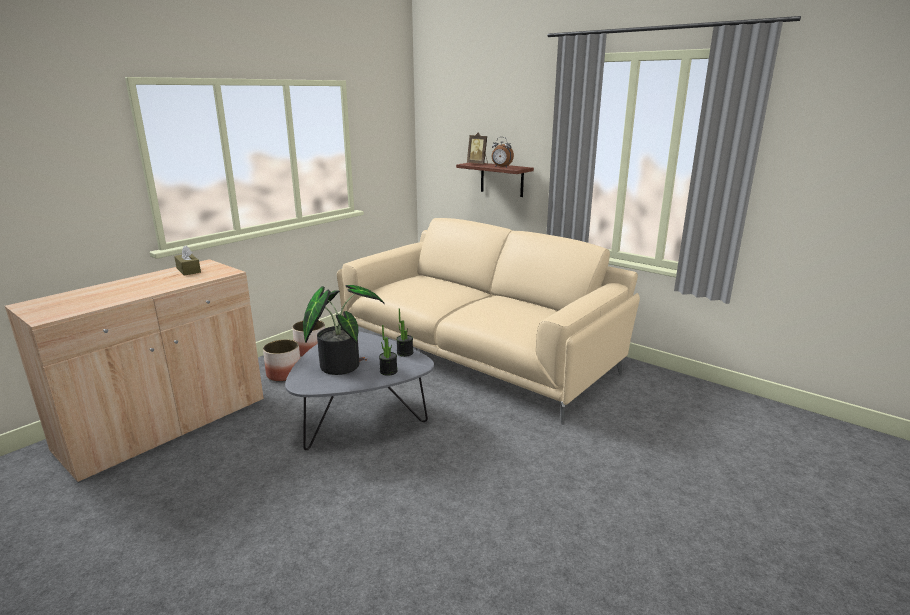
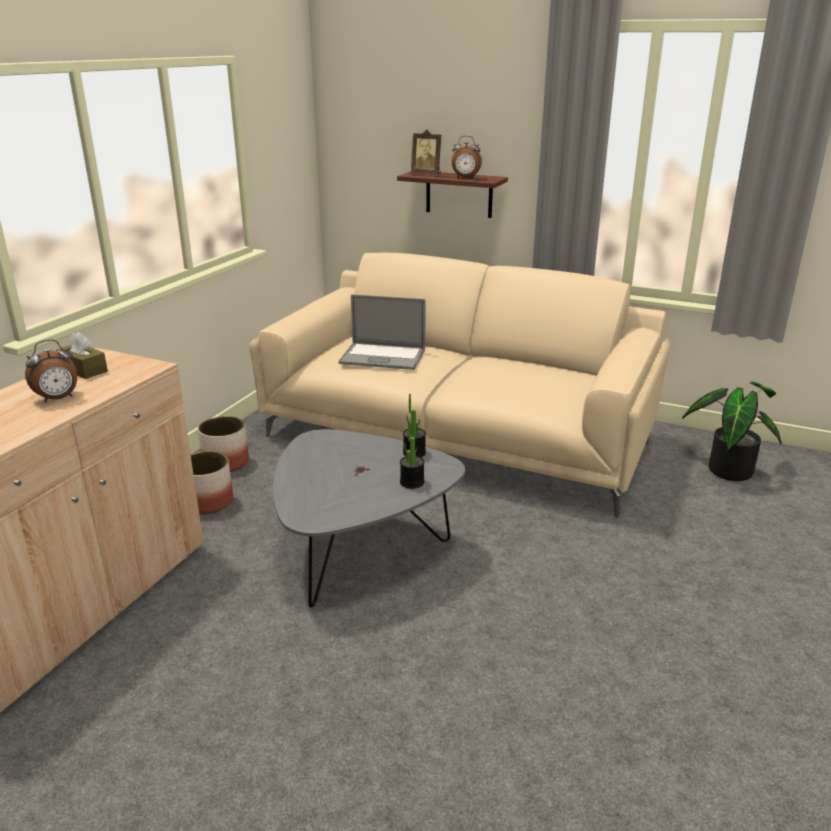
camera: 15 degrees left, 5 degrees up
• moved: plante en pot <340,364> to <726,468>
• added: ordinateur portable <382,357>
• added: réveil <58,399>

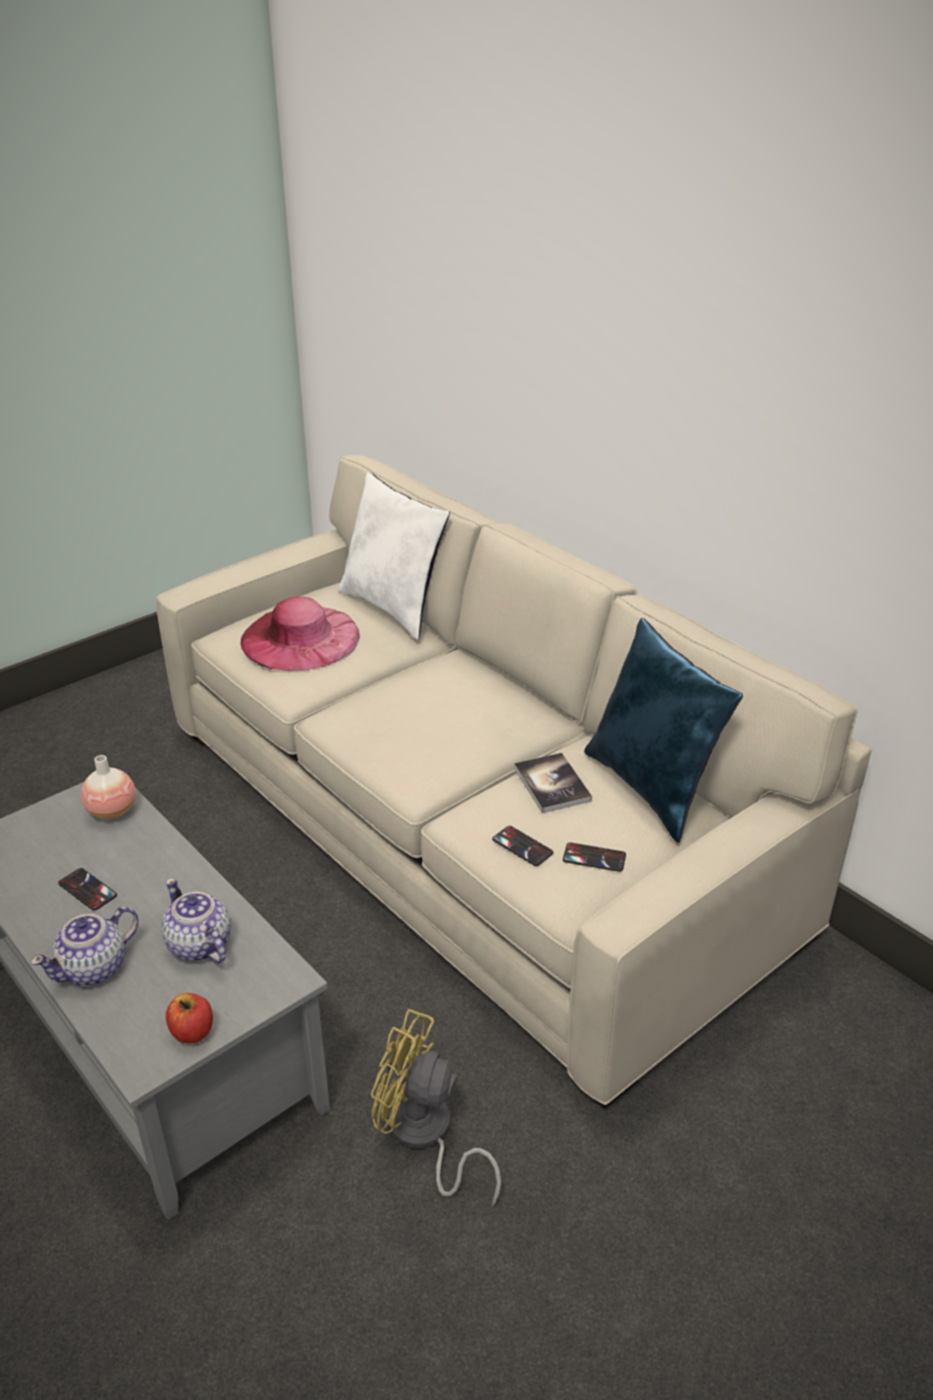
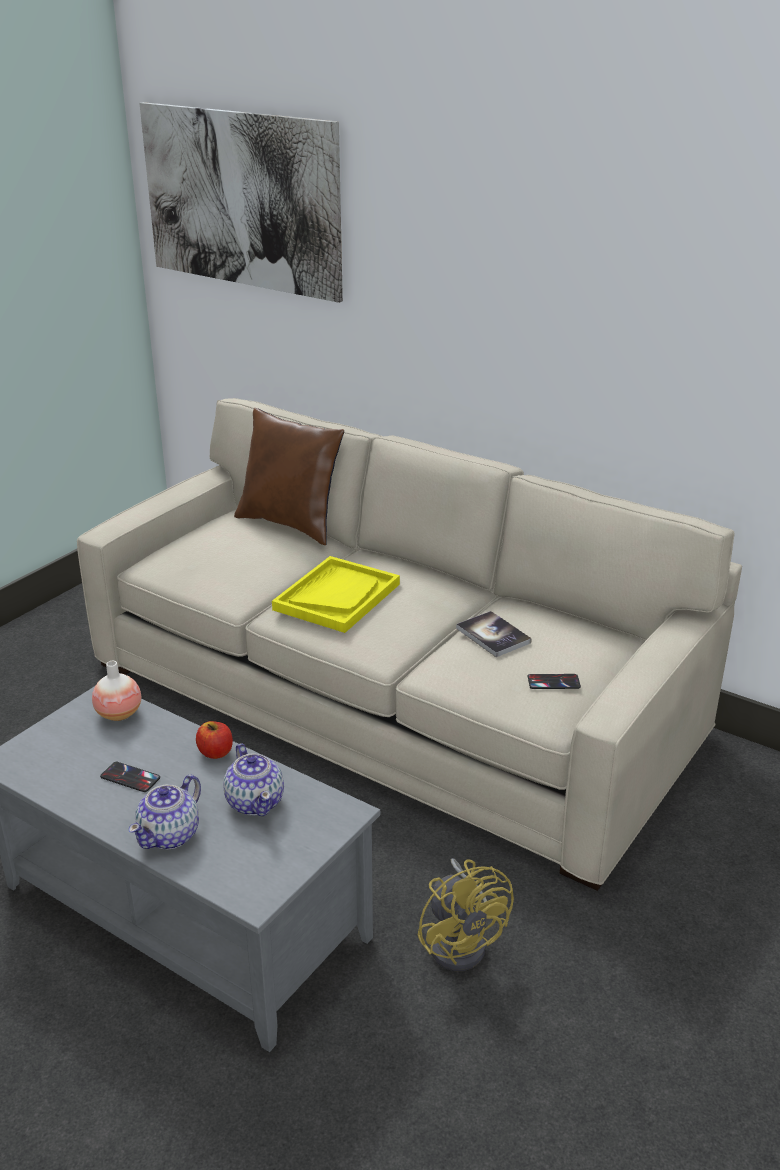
camera: 15 degrees left, 5 degrees down
• recoloured: coussin [blanc] <394,608> to coussin [marron] <291,524>
• removed: chapeau [rose] <300,638>
• removed: coussin [bleu] <652,788>
• removed: téléphone <522,846>
• turned: théière <199,945> = <255,801> 150 degrees counterclockwise
• moved: pomme <192,1032> to <215,752>
• turned: ventilateur [jaune] <425,1136> = <462,941> 120 degrees counterclockwise
• added: tableau <241,200>
• added: plateau [jaune] <337,596>

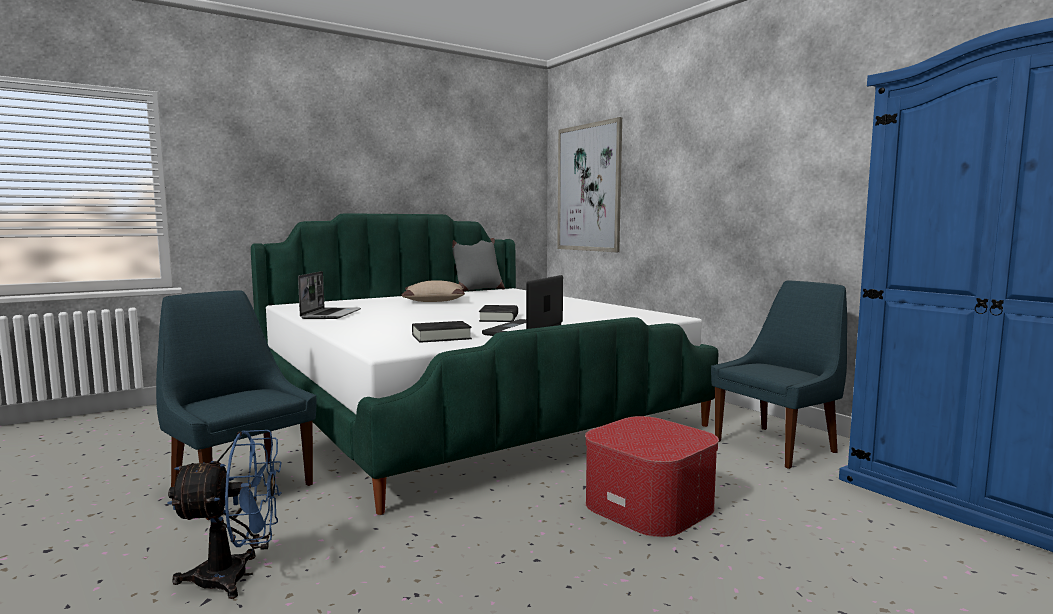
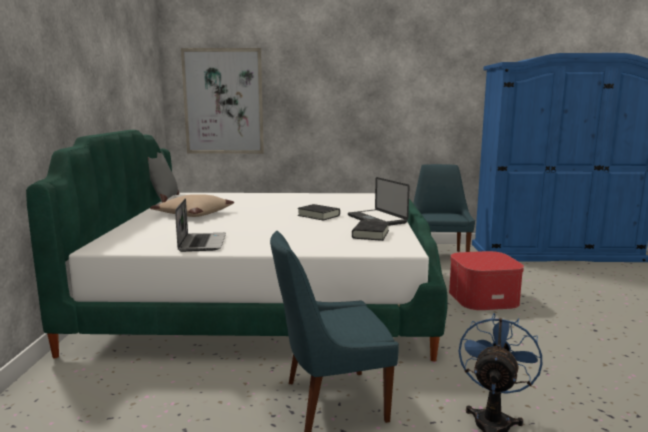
camera: 55 degrees left, 5 degrees up
• turned: ordinateur portable <330,314> = <202,243> 45 degrees clockwise

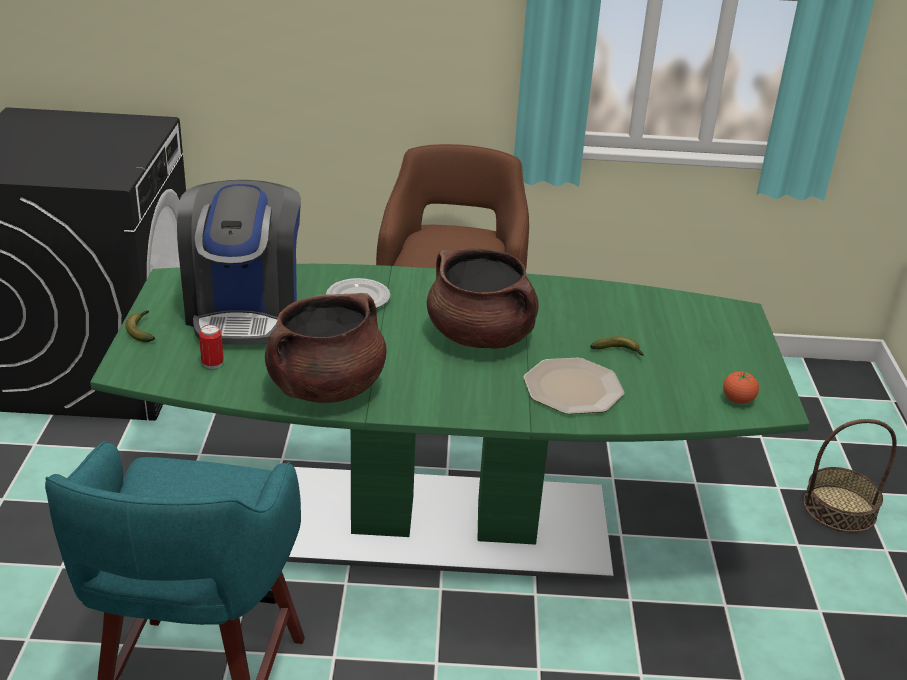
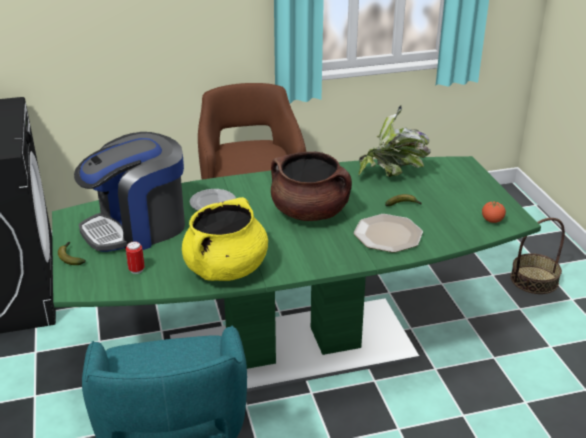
camera: 15 degrees left, 0 degrees up
• turned: machine à café <244,310> = <137,228> 75 degrees clockwise
• recoloured: marmite [marron] <326,388> to marmite [jaune] <226,269>
• added: plante en pot <392,175>

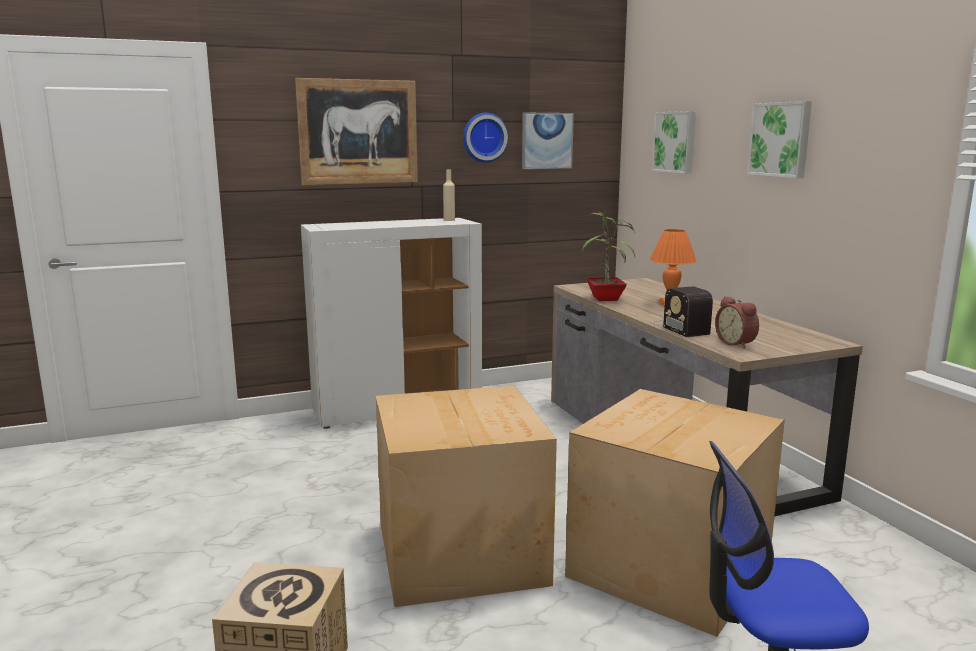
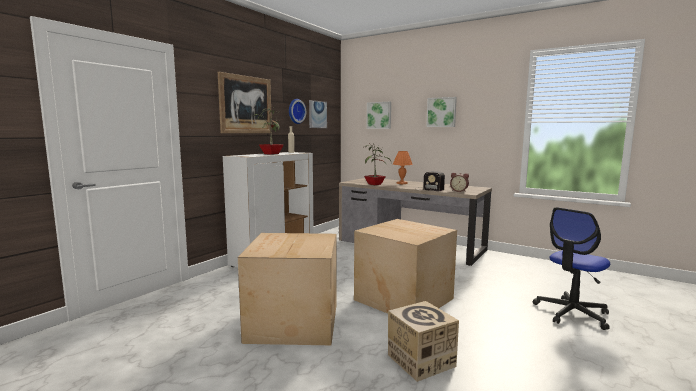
camera: 35 degrees left, 5 degrees down
• moved: carton <666,568> to <292,323>
• added: plante en pot <270,154>

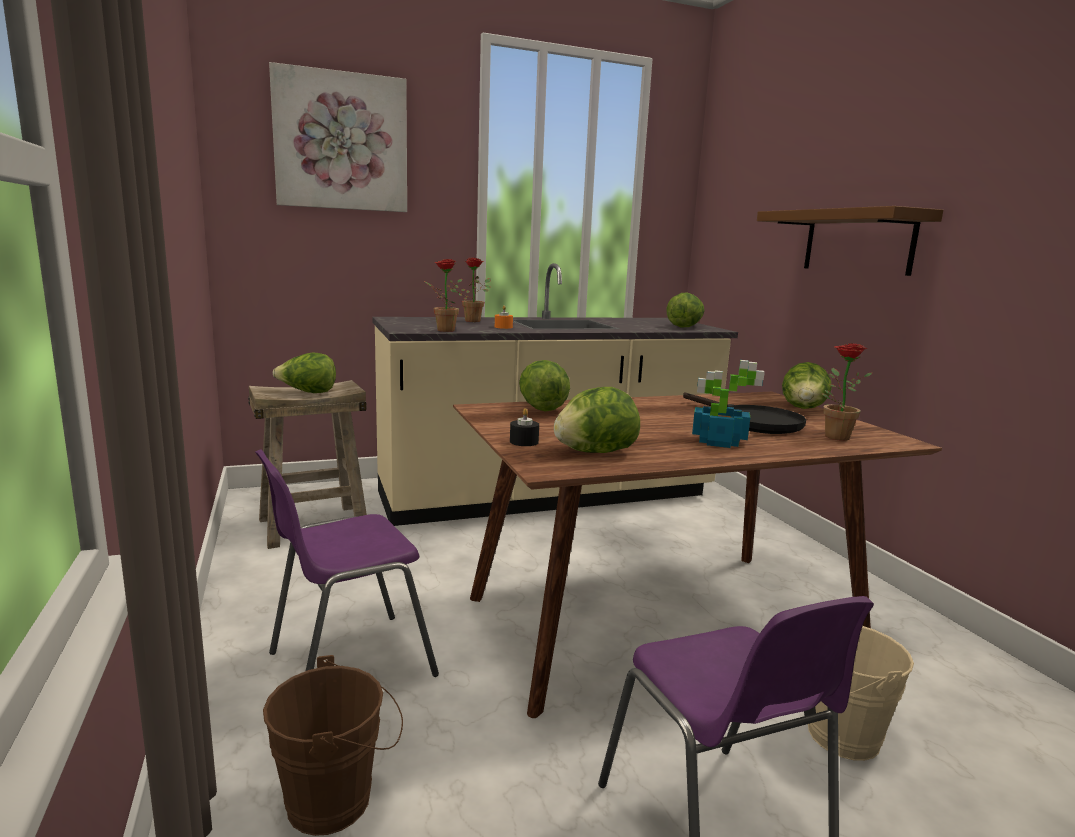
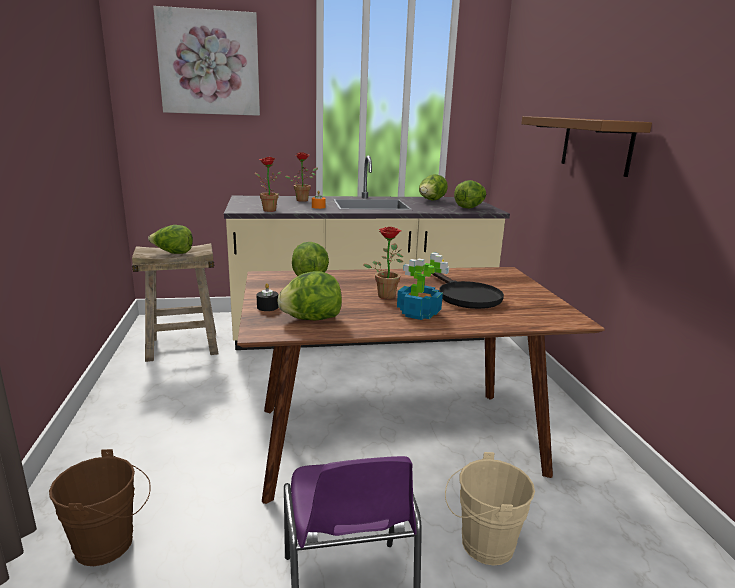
camera: 10 degrees right, 5 degrees up
• moved: plante en pot <833,435> to <386,294>
• moved: laitue <803,410> to <431,201>
• removed: chaise [violet] <347,664>

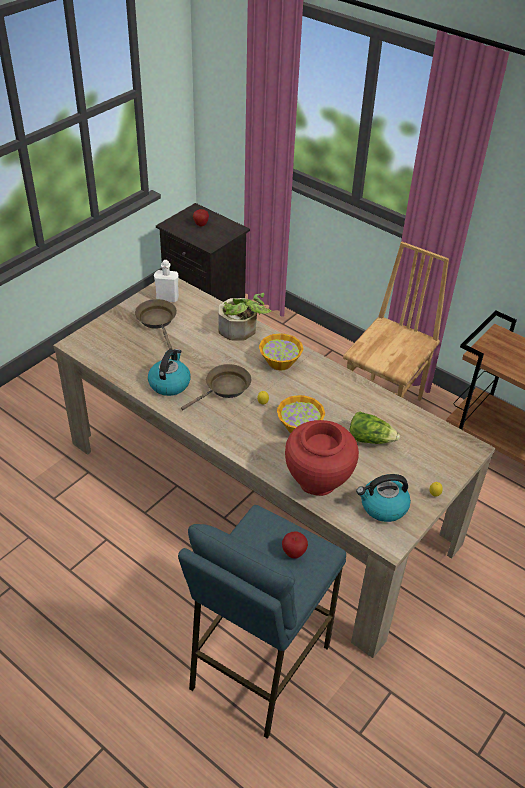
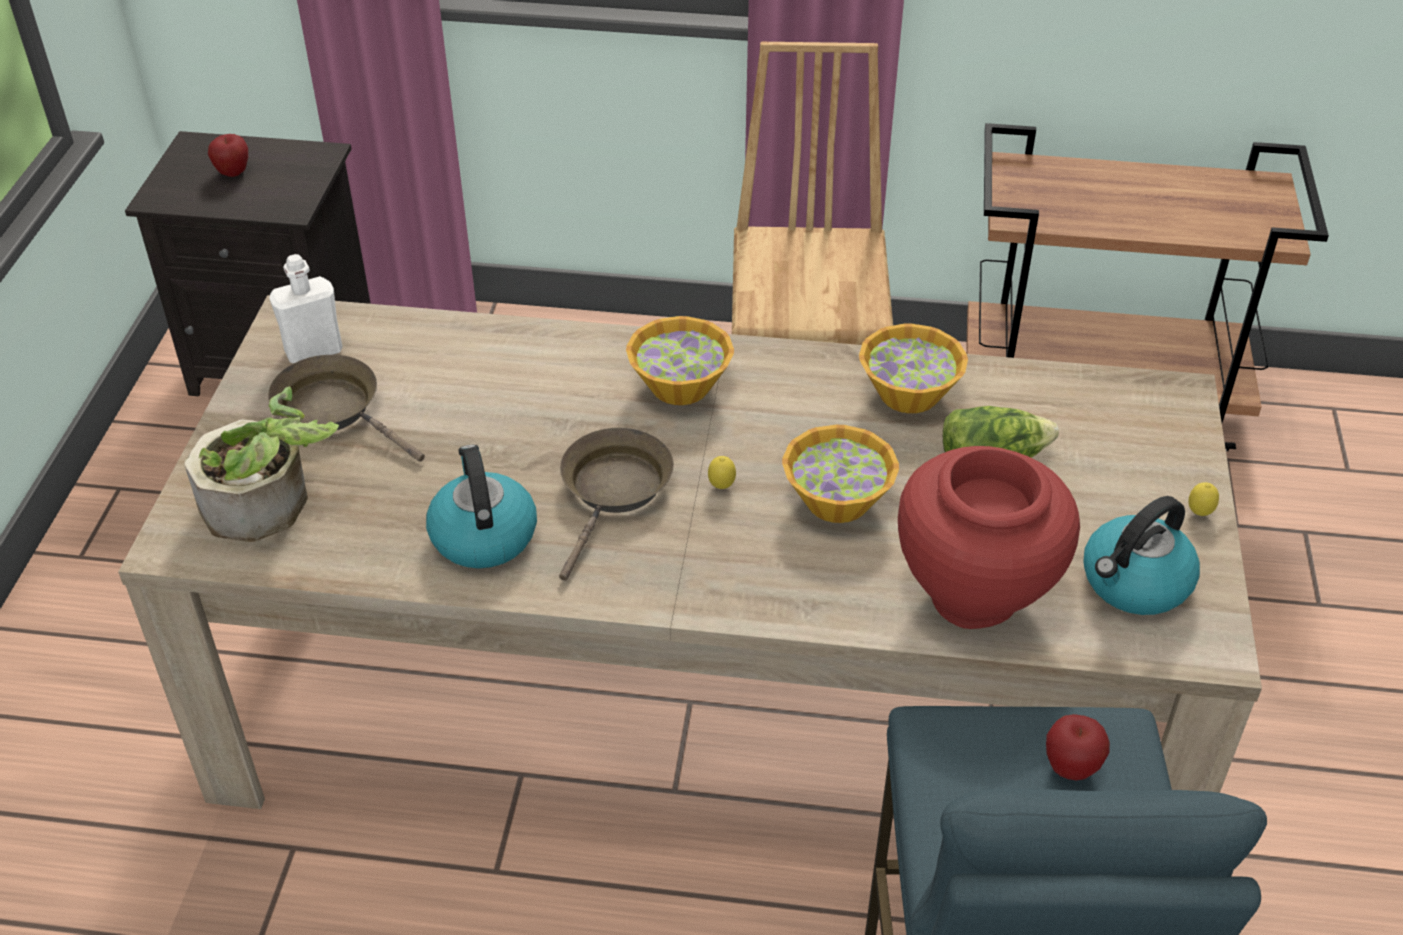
camera: 30 degrees left, 0 degrees up
• moved: plante en pot <241,331> to <270,505>
• added: bol <909,394>

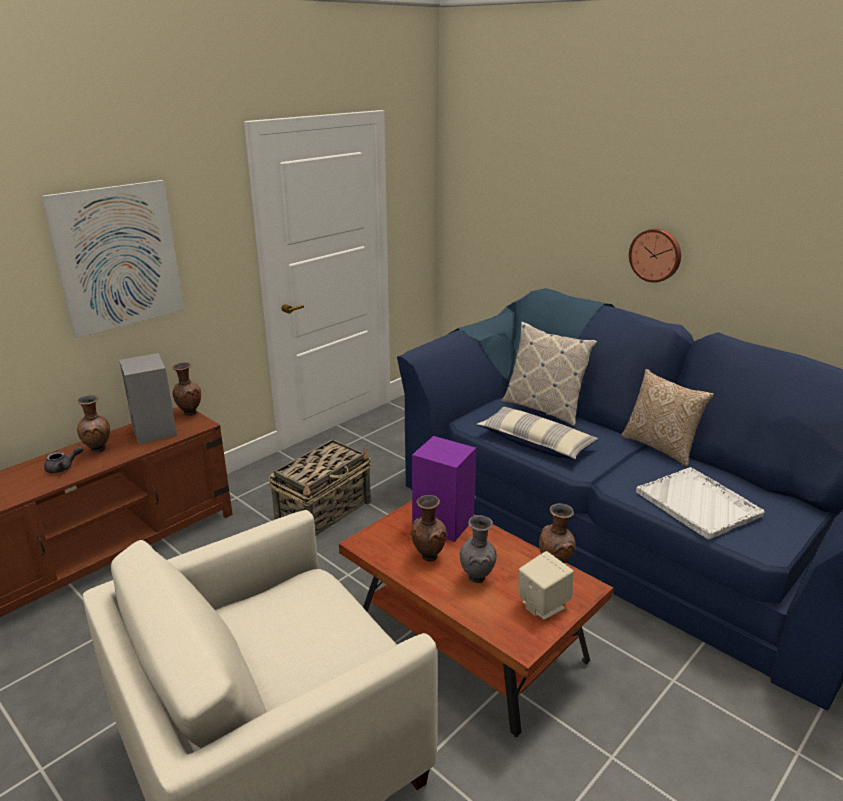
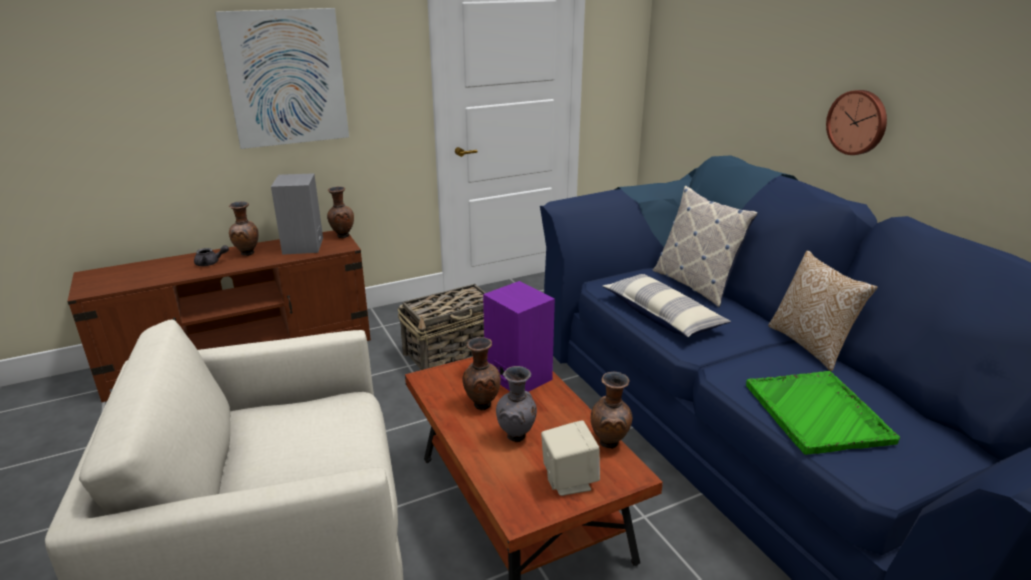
camera: 20 degrees right, 0 degrees up
• recoloured: plateau [blanc] <698,504> to plateau [vert] <817,414>

